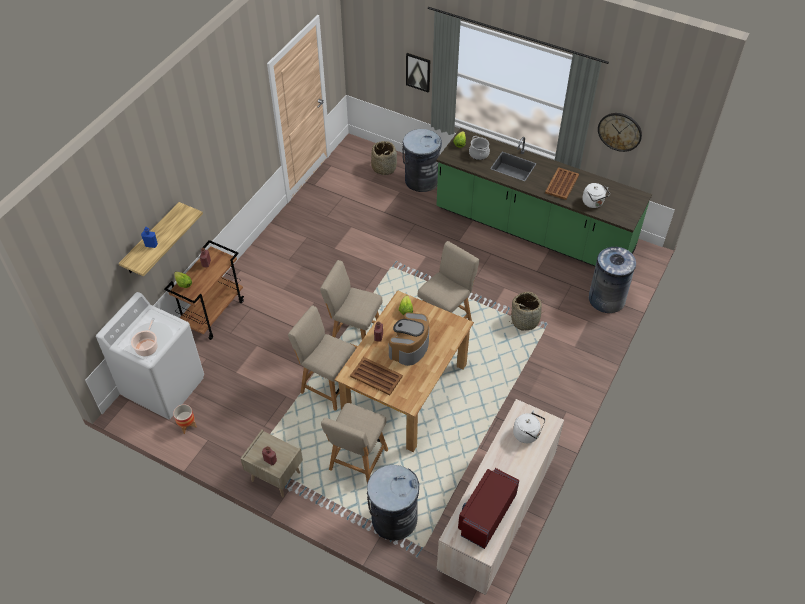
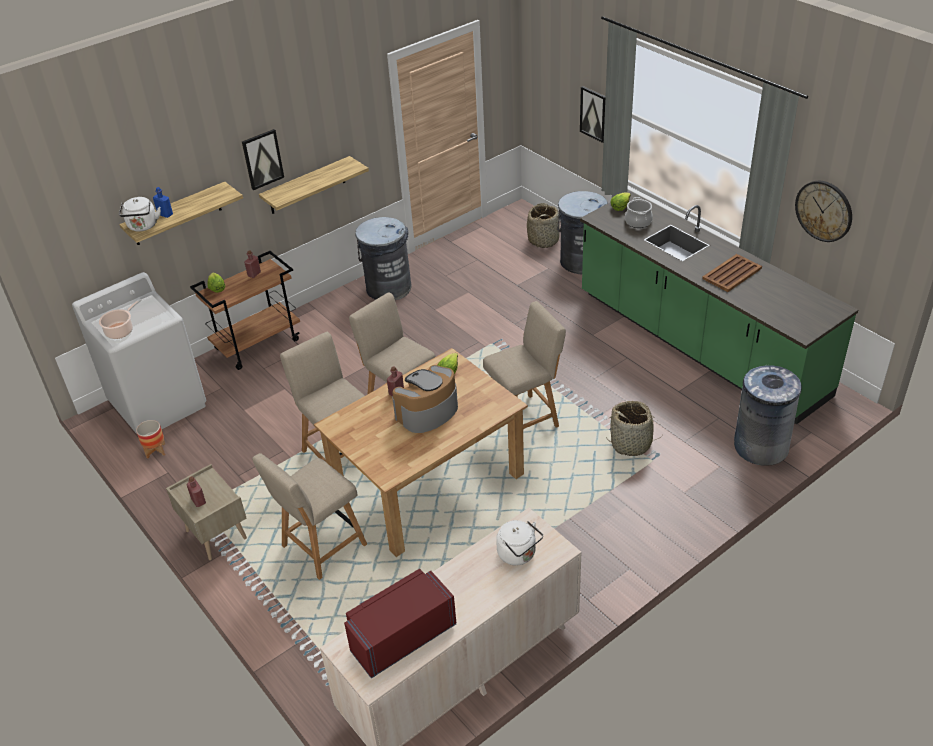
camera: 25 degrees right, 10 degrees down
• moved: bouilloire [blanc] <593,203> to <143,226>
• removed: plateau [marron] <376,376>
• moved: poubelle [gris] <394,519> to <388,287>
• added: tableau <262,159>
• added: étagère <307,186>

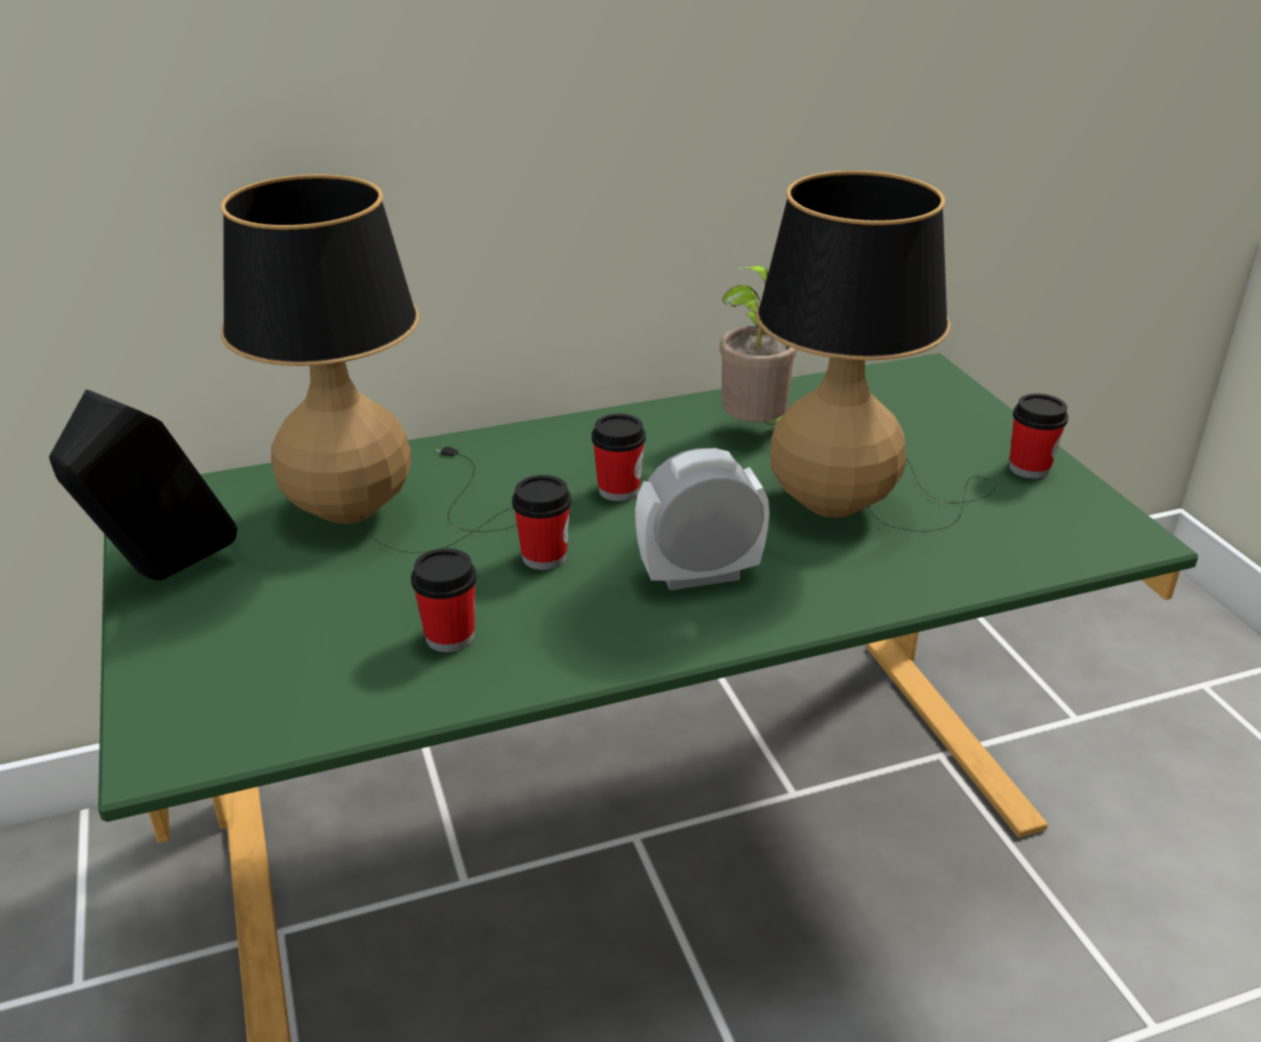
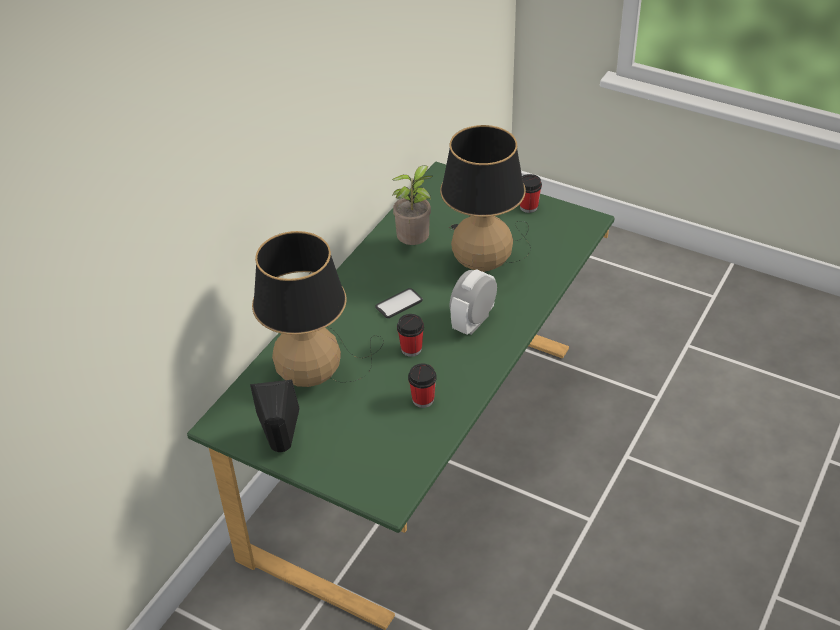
camera: 40 degrees left, 10 degrees up
• replaced: tasse <619,490> to téléphone <399,304>

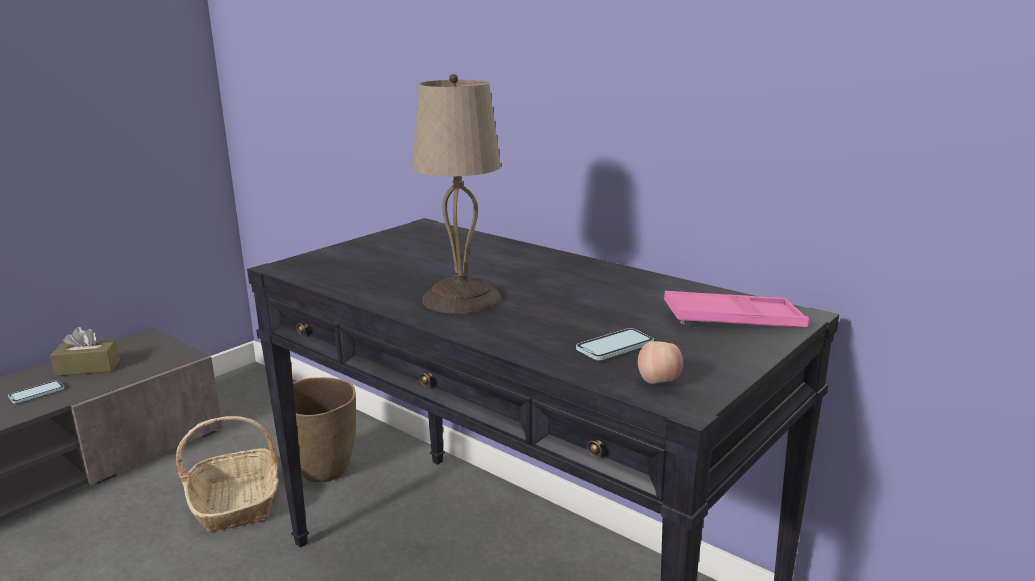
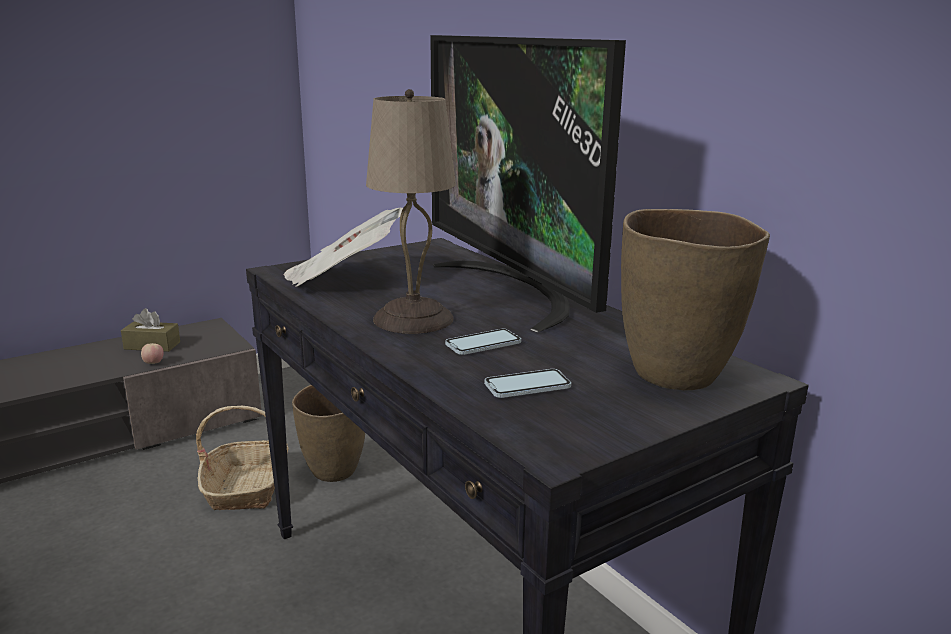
camera: 15 degrees right, 0 degrees up
• replaced: plateau [rose] <733,320> to vase [marron] <678,375>
• moved: pomme <658,383> to <153,363>
• moved: téléphone <37,393> to <483,344>
• added: téléviseur <515,290>
• added: journal <342,279>

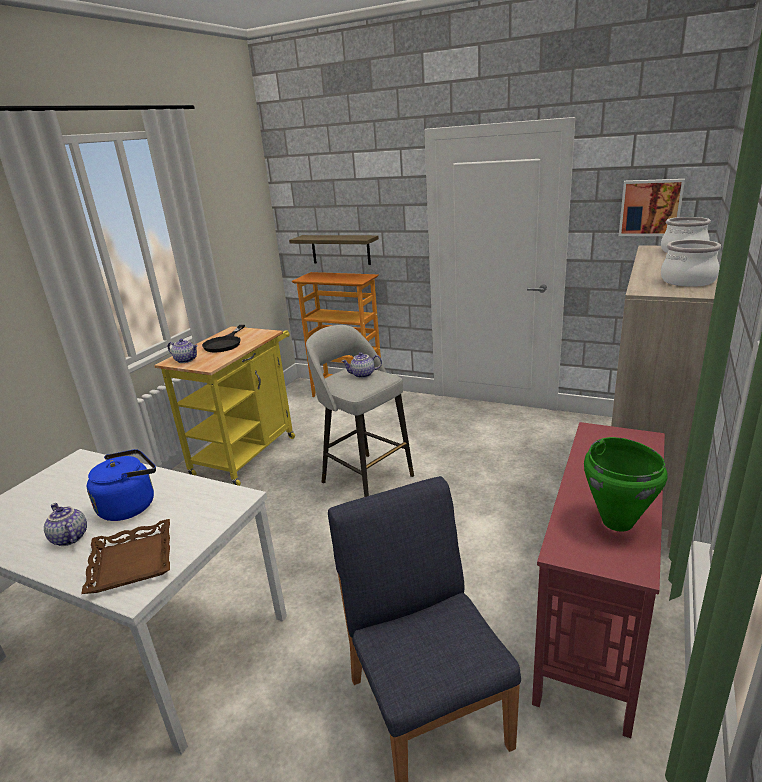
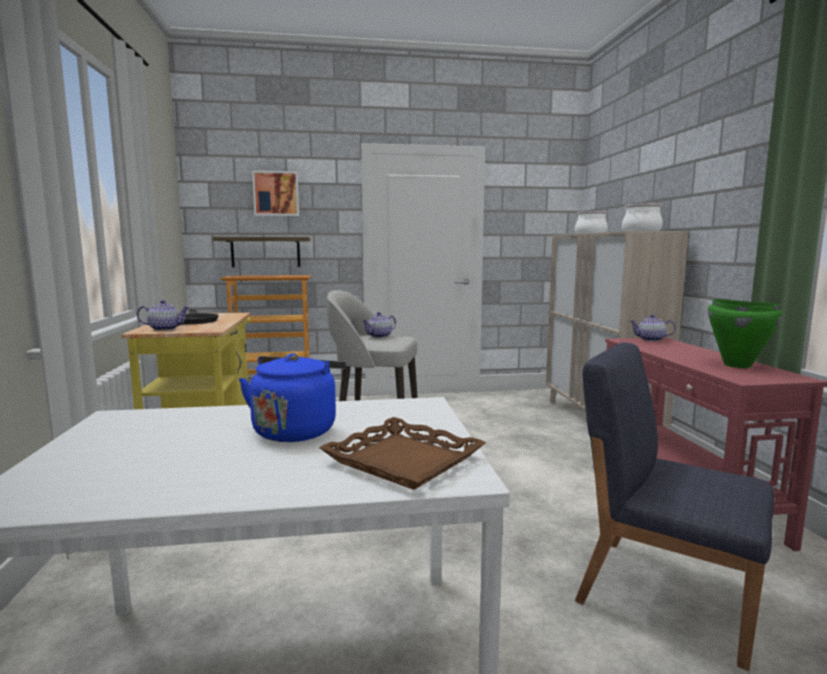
camera: 35 degrees left, 15 degrees down
• moved: tableau <650,207> to <276,193>
• moved: théière <69,538> to <650,340>

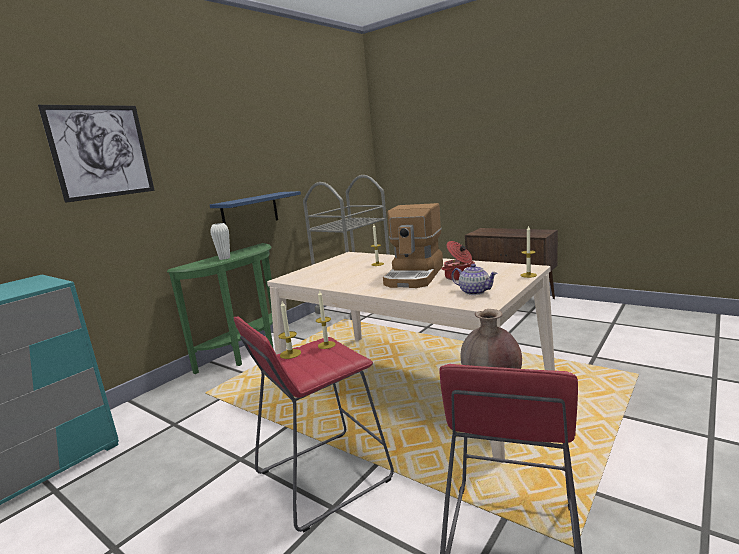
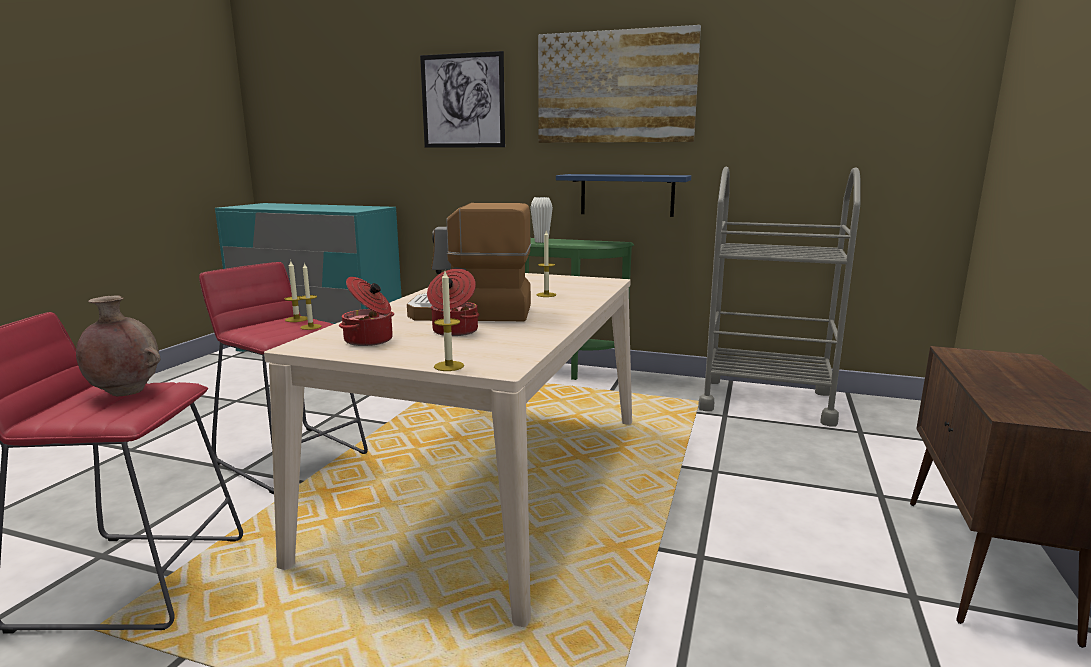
camera: 70 degrees right, 0 degrees up
• replaced: théière <474,291> to marmite <369,340>
• added: tableau <615,87>

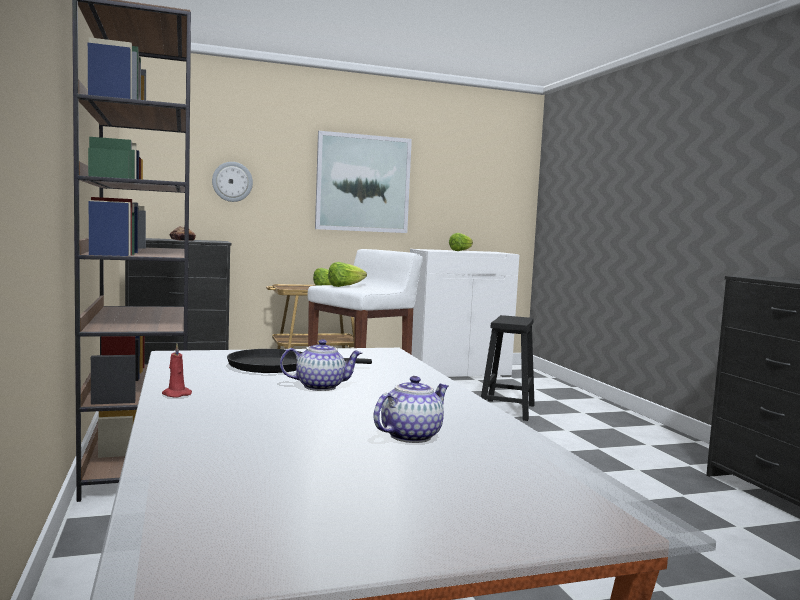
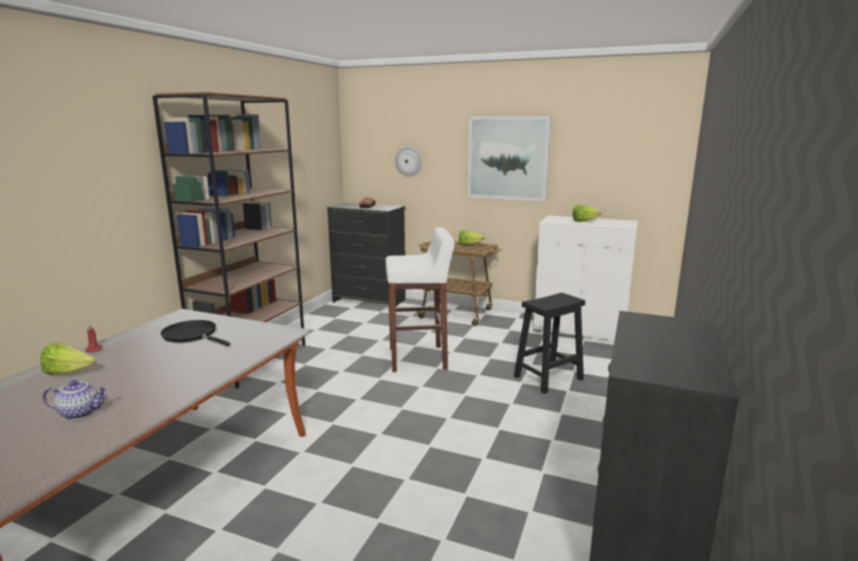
camera: 40 degrees right, 10 degrees up
• moved: laitue <345,286> to <69,373>
• removed: théière <321,386>

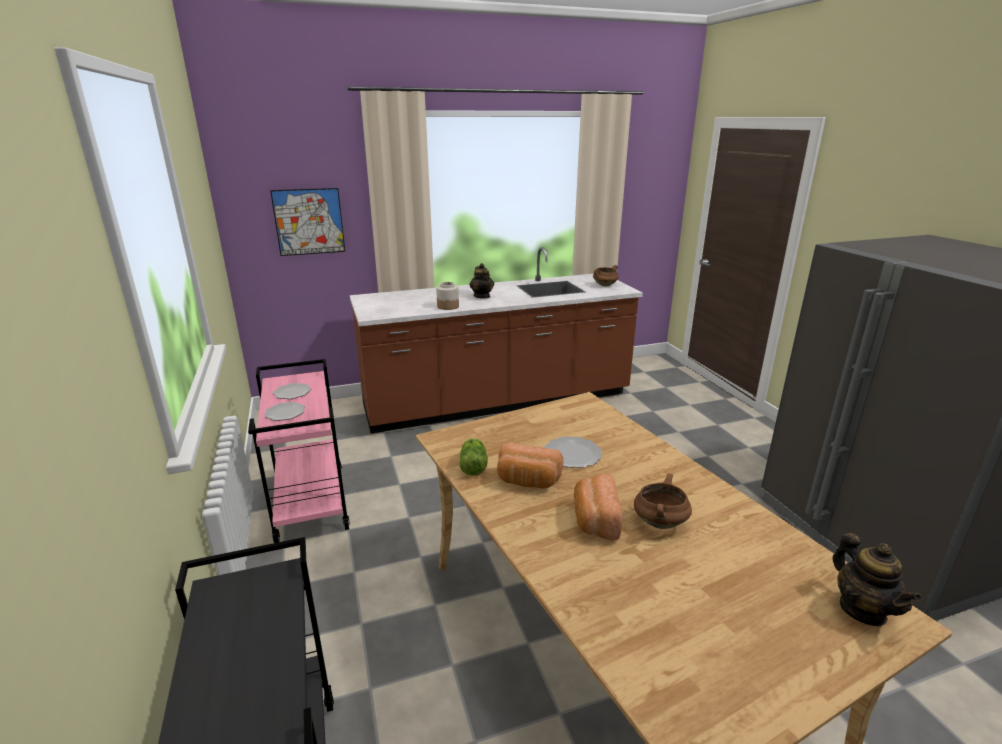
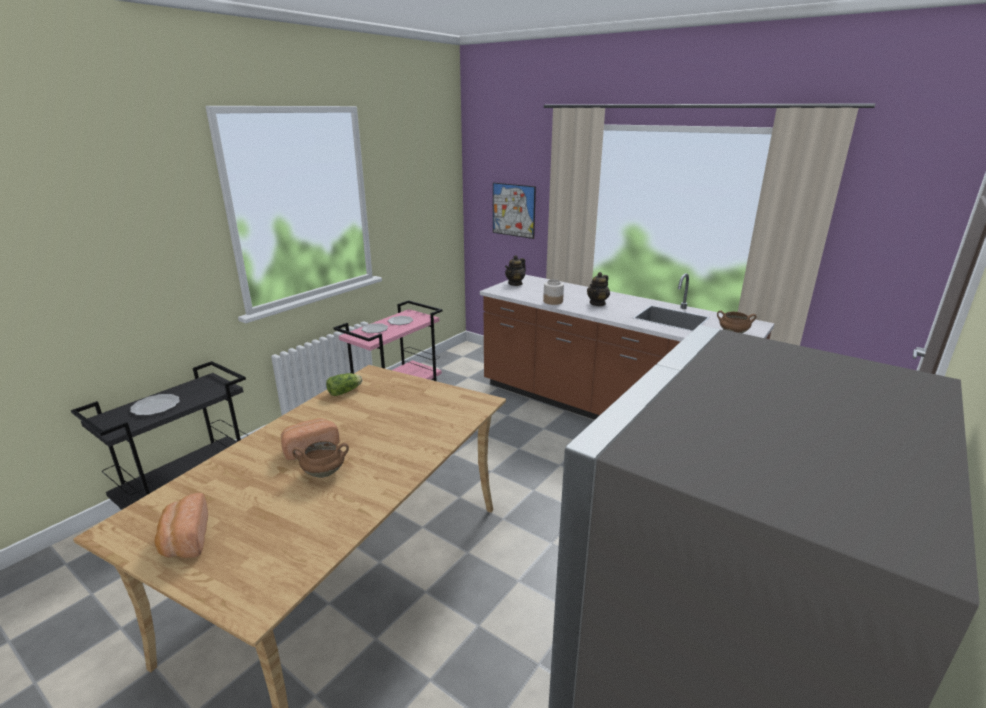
camera: 55 degrees right, 0 degrees up
• moved: assiette <571,454> to <156,406>
• moved: pain <527,481> to <185,540>
• moved: théière <862,610> to <515,283>

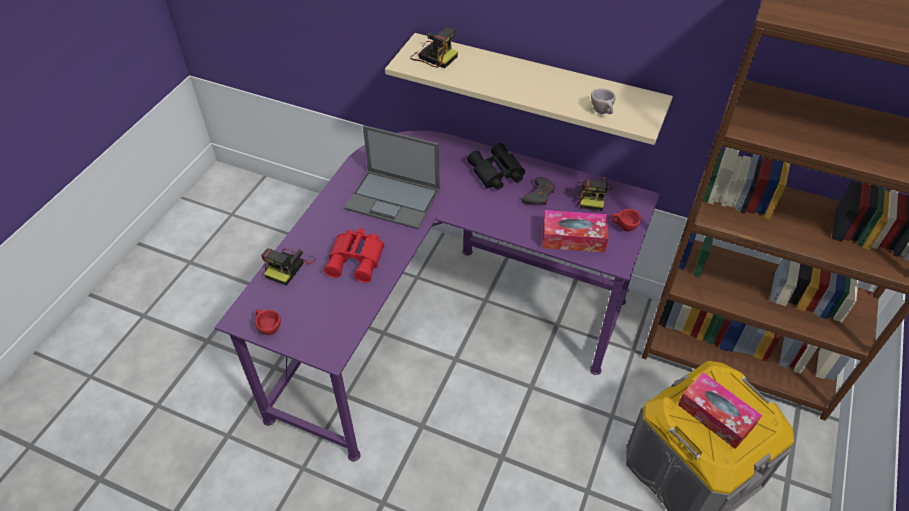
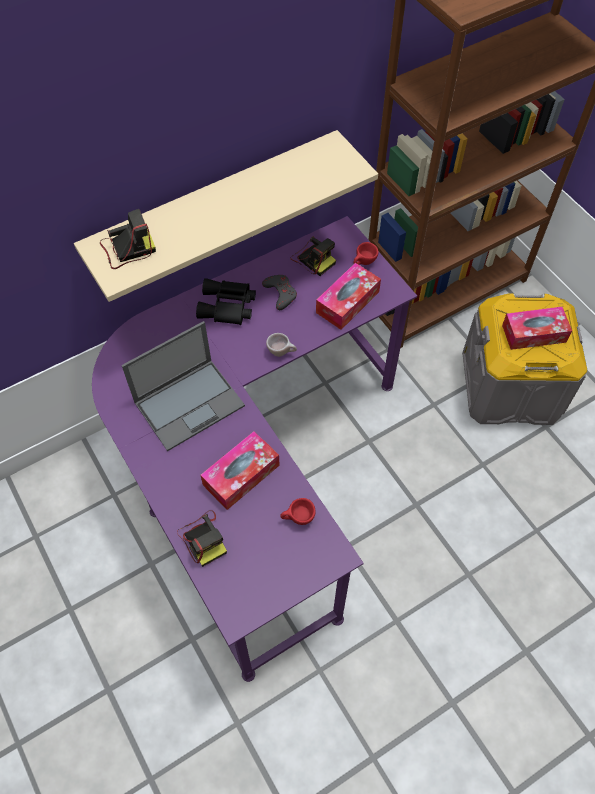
camera: 55 degrees left, 10 degrees up
• moved: tasse [beige] <602,112> to <282,352>
• replaced: jumelles [rouge] <357,259> to boîte à mouchoirs <241,475>
• moved: tasse [rouge] <268,329> to <298,519>

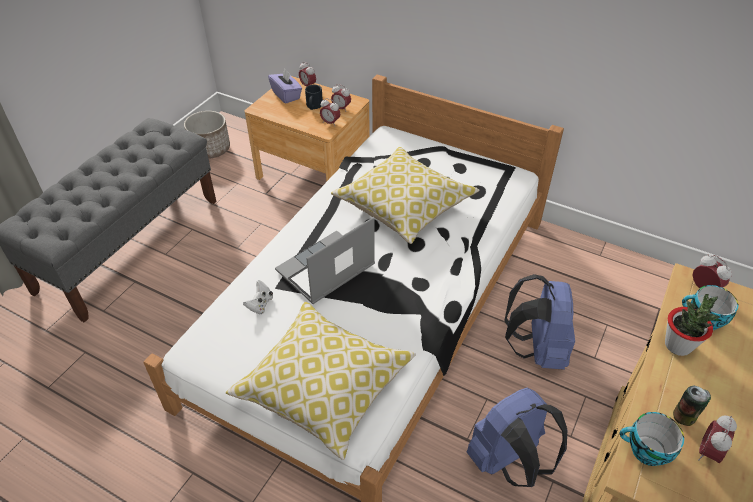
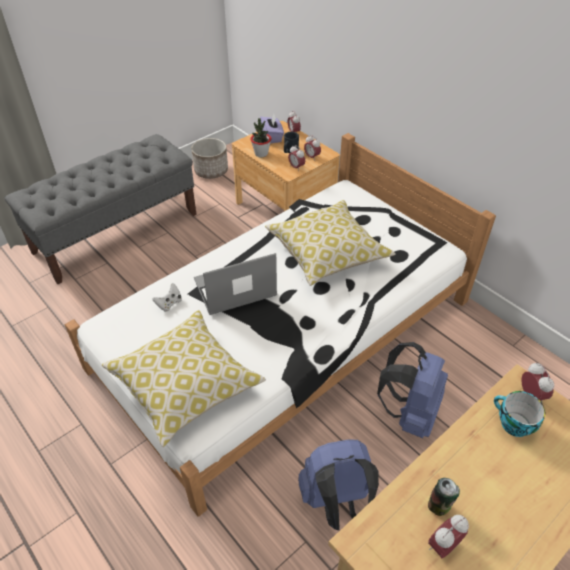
camera: 20 degrees right, 0 degrees up
• moved: plante en pot <678,345> to <261,154>
• removed: tasse <645,451>

